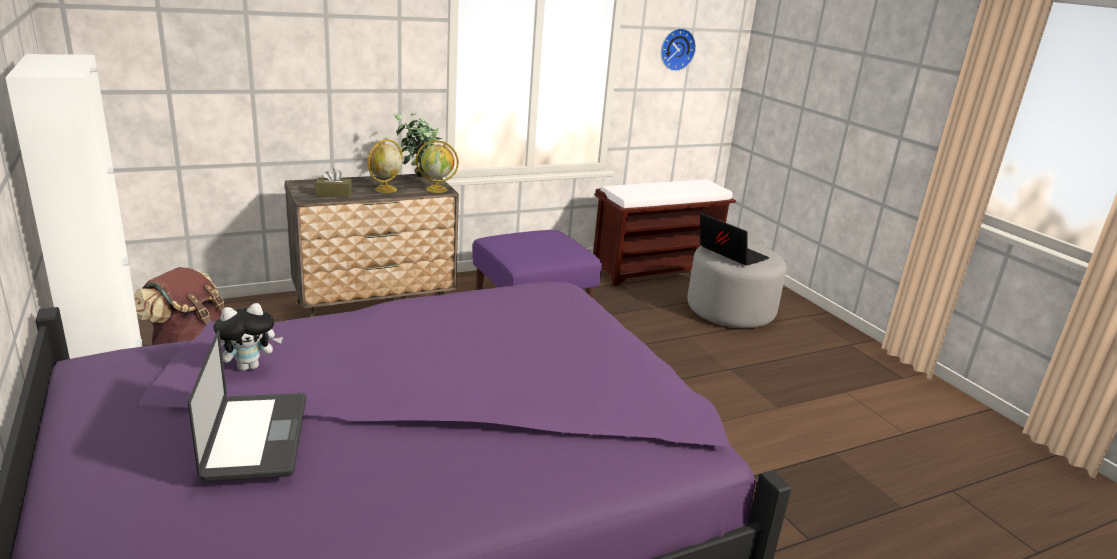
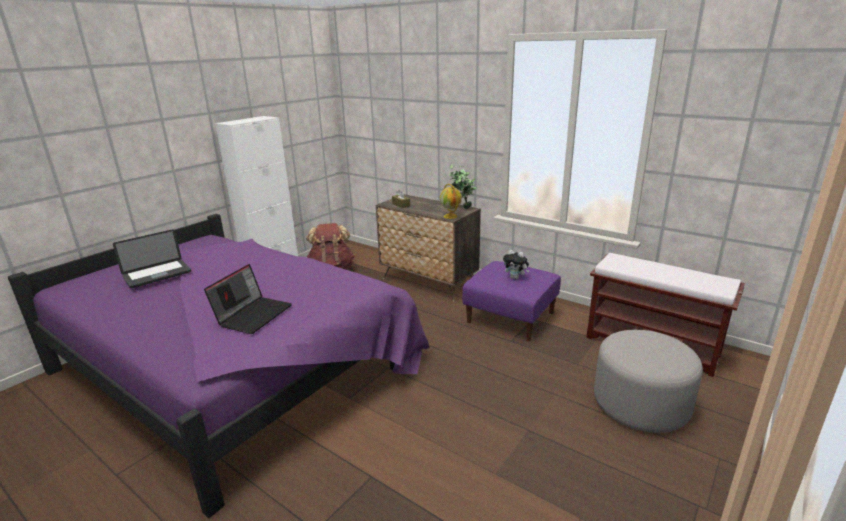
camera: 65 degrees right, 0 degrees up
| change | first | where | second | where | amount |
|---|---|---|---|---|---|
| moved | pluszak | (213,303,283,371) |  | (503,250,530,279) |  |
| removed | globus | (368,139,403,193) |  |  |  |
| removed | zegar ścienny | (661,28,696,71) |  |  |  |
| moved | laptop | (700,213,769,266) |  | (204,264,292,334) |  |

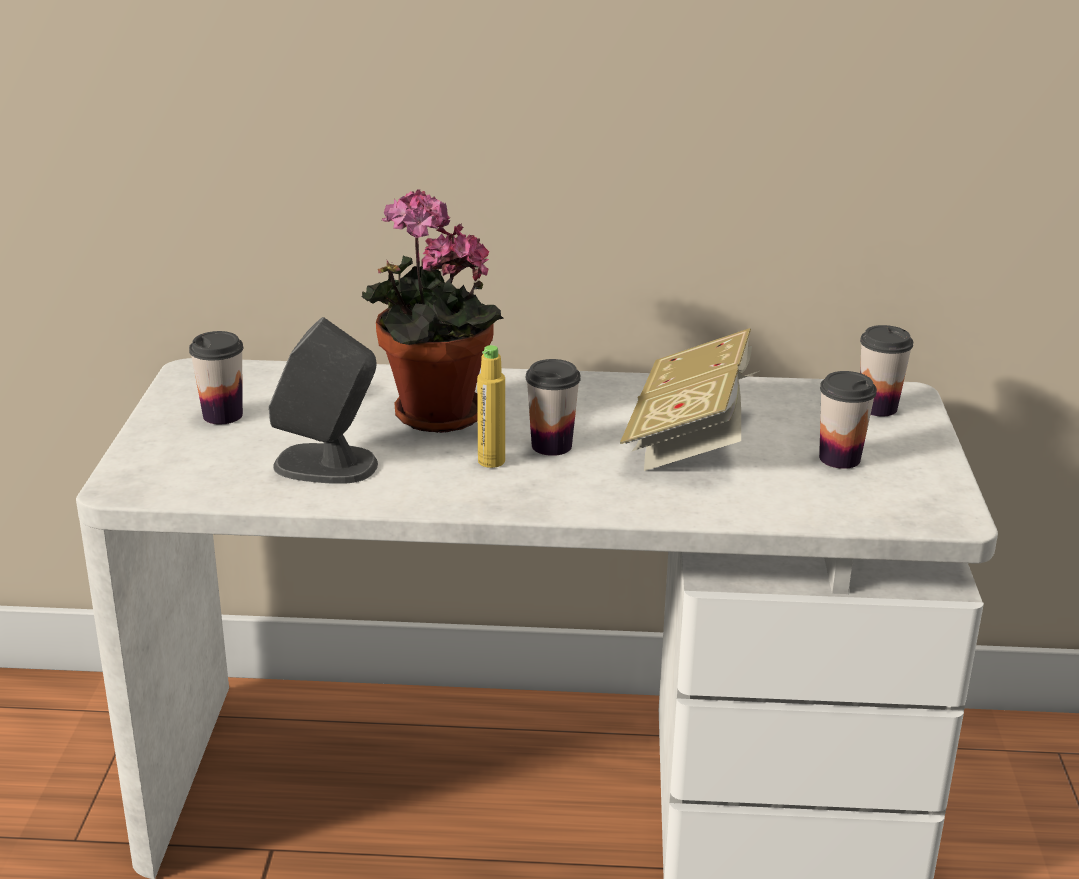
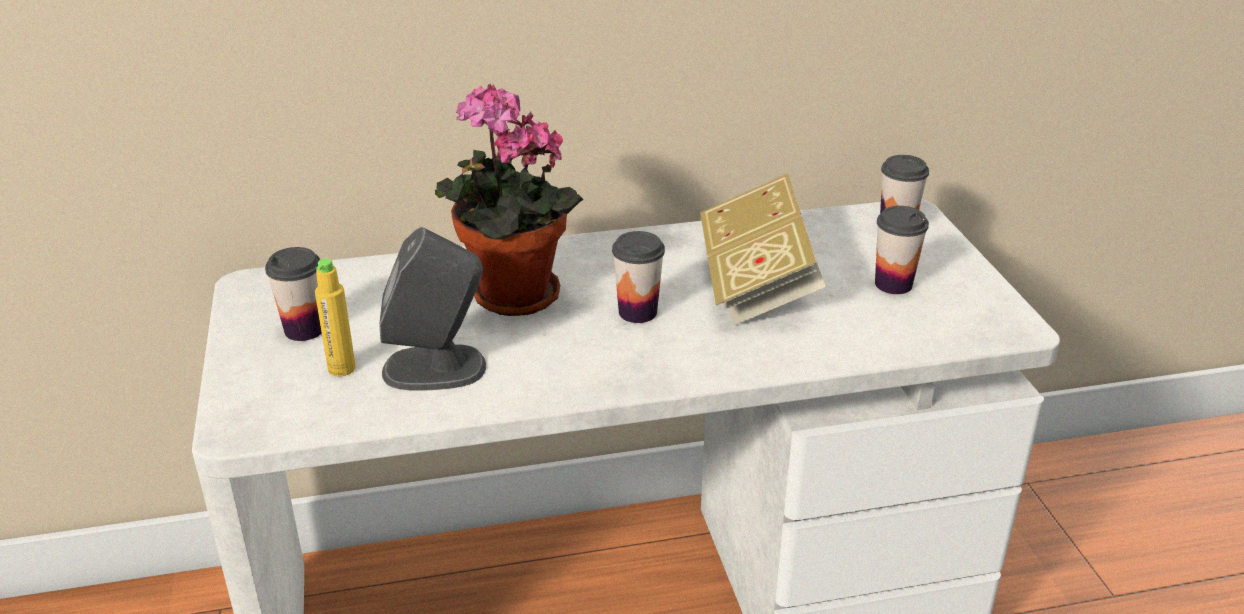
camera: 15 degrees left, 5 degrees up
| change | first | where | second | where | amount |
|---|---|---|---|---|---|
| moved | butelka (żółty) | (477,345,505,468) |  | (315,258,356,377) |  |

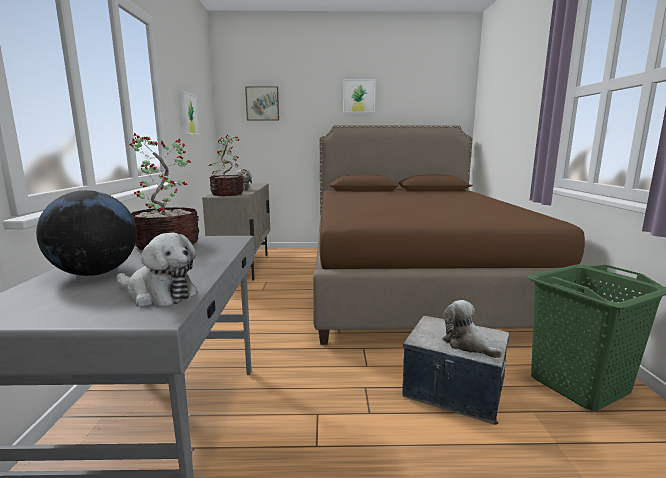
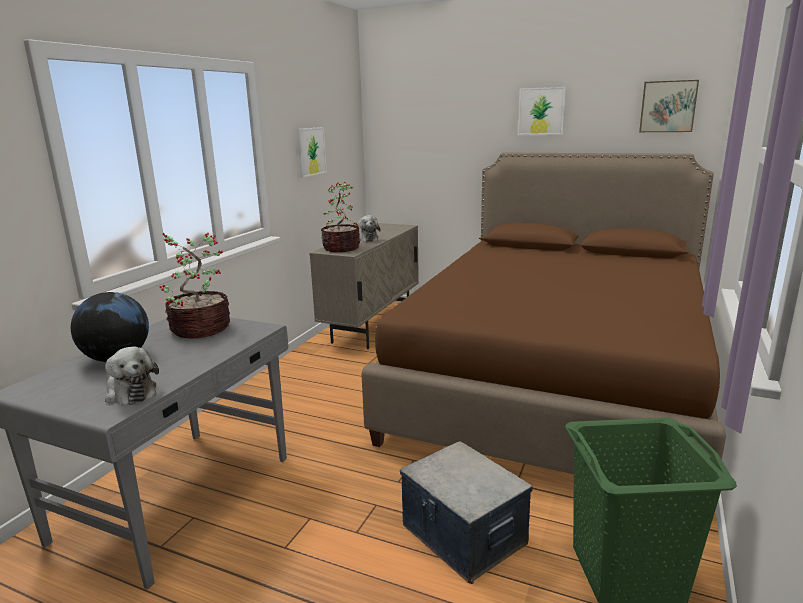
camera: 25 degrees right, 5 degrees up
| change | first | where | second | where | amount |
|---|---|---|---|---|---|
| moved | obraz | (245,86,279,120) |  | (639,80,699,132) |  |
| removed | pluszak | (442,300,503,358) |  |  |  |

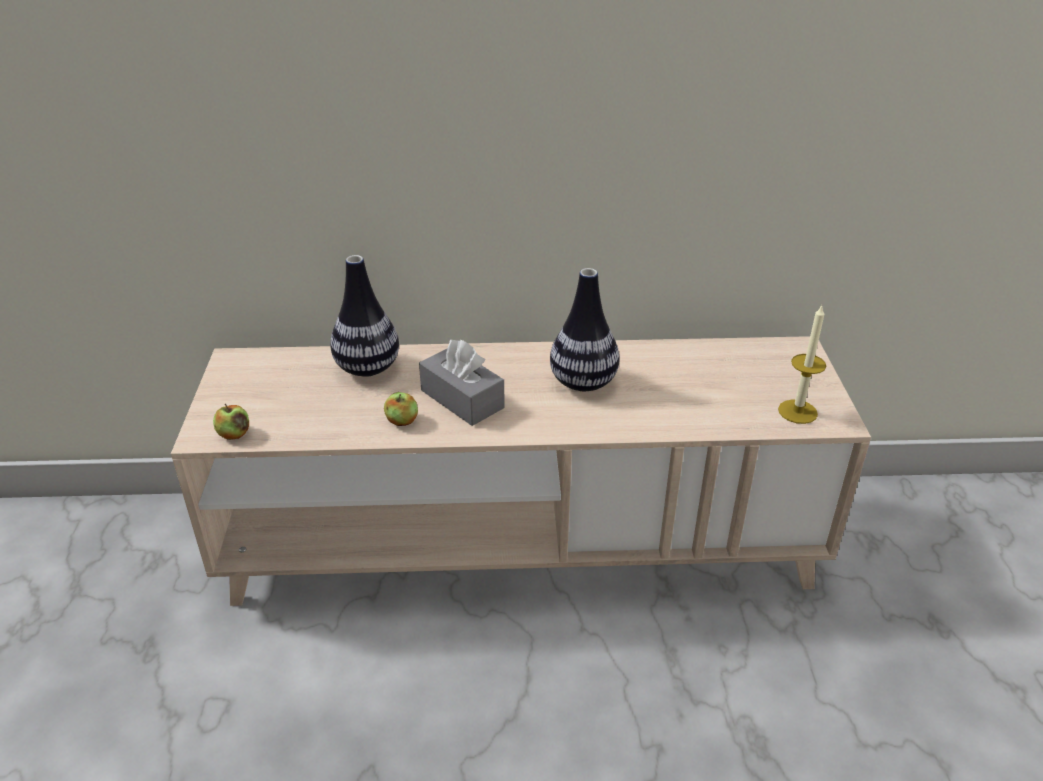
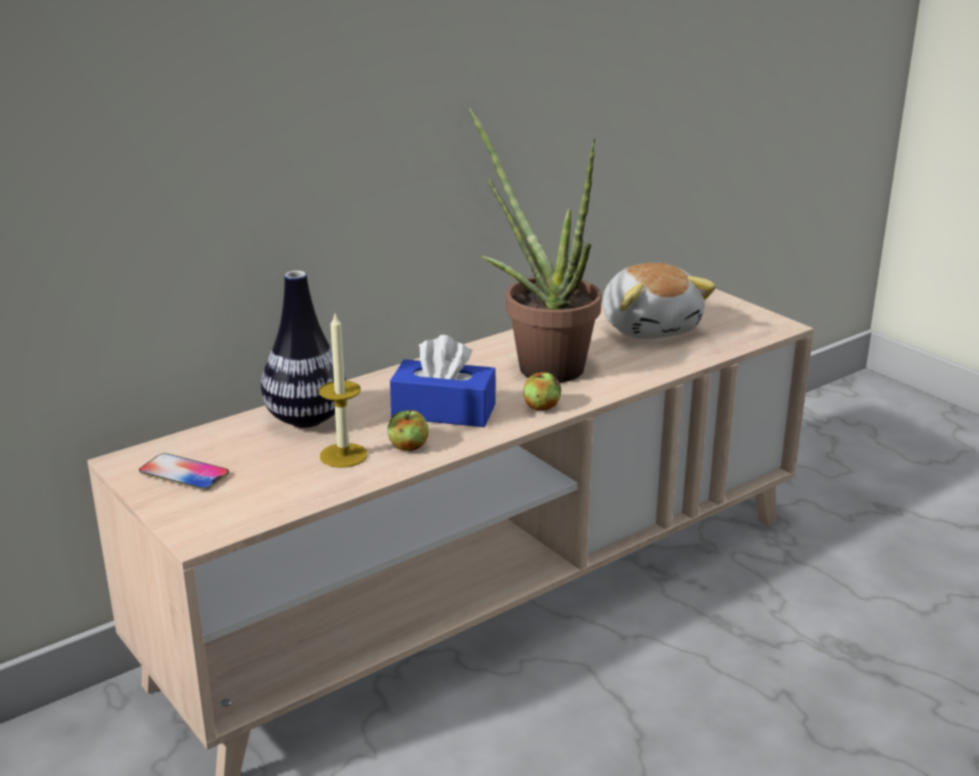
camera: 35 degrees left, 10 degrees down
| change | first | where | second | where | amount |
|---|---|---|---|---|---|
| moved | jabłko | (213,404,249,440) |  | (523,370,561,411) |  |
| recoloured | pudełko chusteczek (szary) | (419,340,505,426) | pudełko chusteczek (niebieski) | (390,335,496,427) |  |
| replaced | wazon | (550,268,619,391) | roślina doniczkowa | (469,108,602,383) |  |
| moved | świeca | (778,306,826,424) |  | (319,314,368,468) |  |
| added |  |  | telefon | (139,453,229,491) |  |
| added |  |  | pluszak | (602,263,716,339) |  |

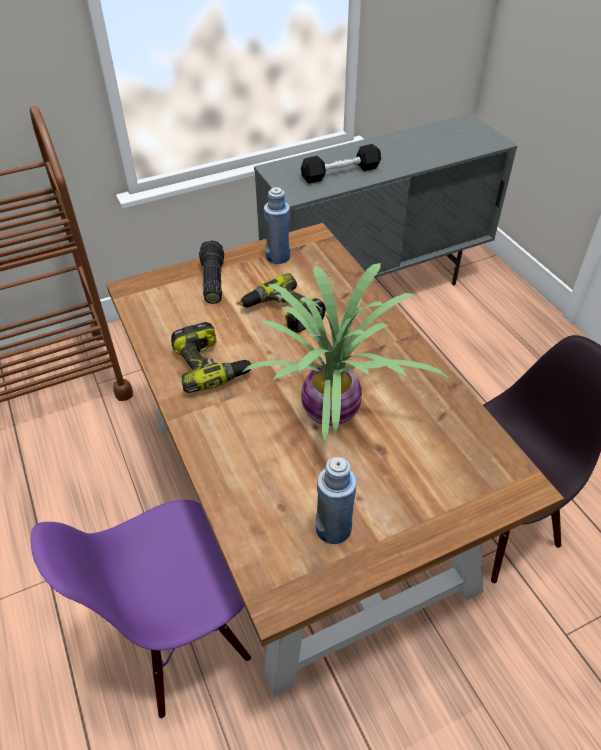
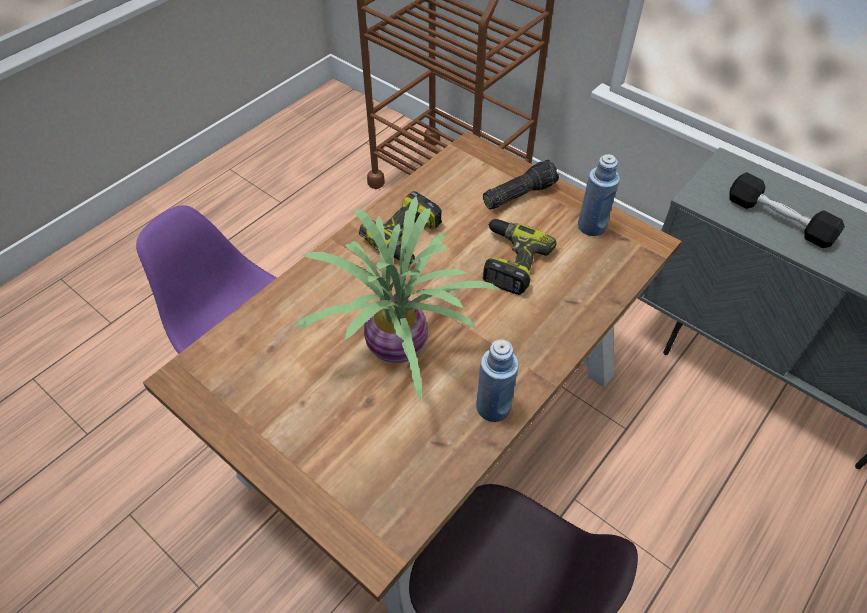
camera: 65 degrees right, 5 degrees up
| change | first | where | second | where | amount |
|---|---|---|---|---|---|
| moved | butelka (niebieski) | (316,457,356,544) |  | (476,339,519,422) |  |

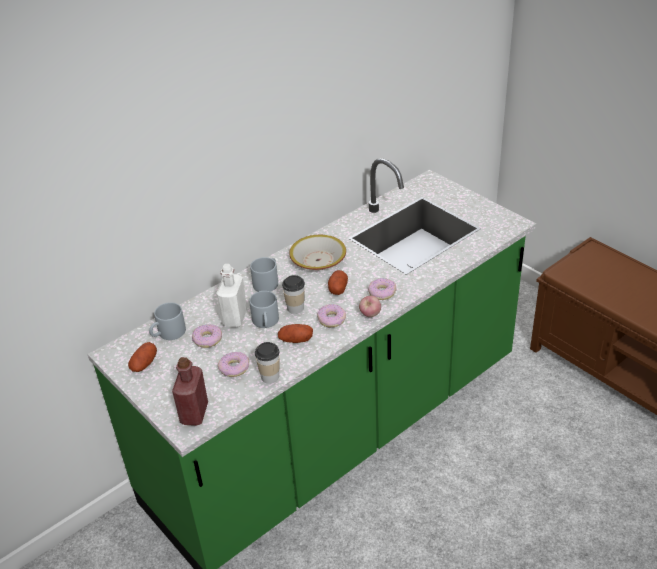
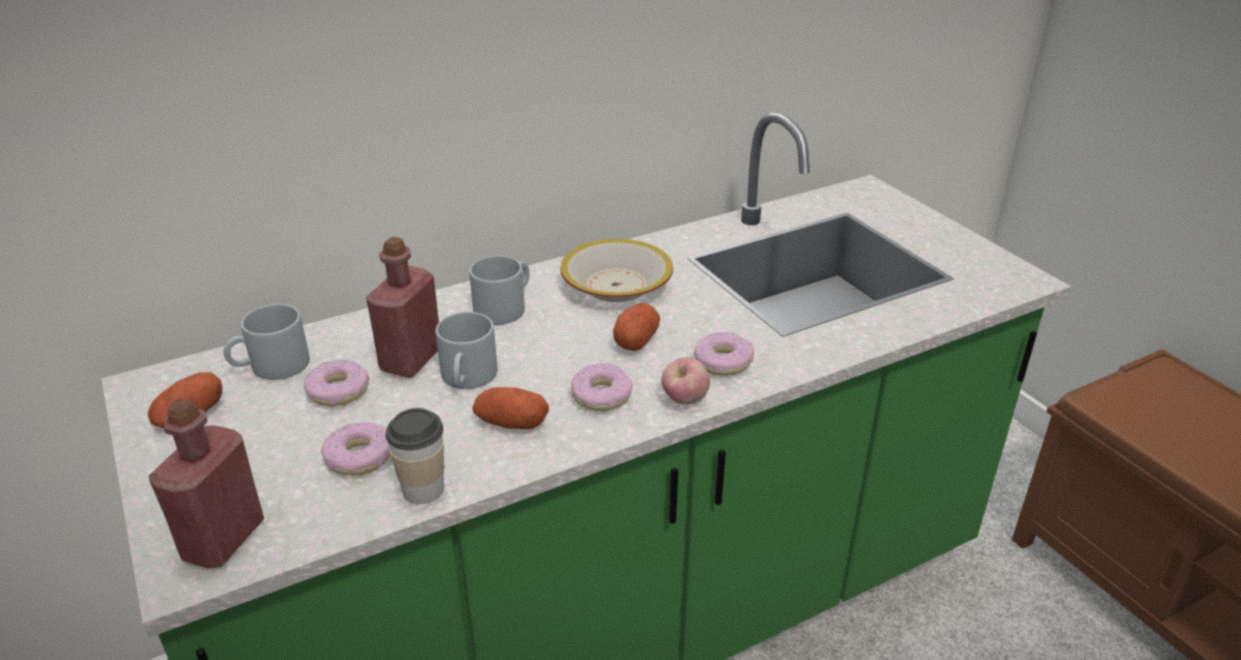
camera: 10 degrees right, 5 degrees down
| change | first | where | second | where | amount |
|---|---|---|---|---|---|
| recoloured | butelka (biały) | (216,264,247,327) | butelka (czerwony) | (366,237,439,378) |  |
| removed | filiżanka | (282,275,305,314) |  |  |  |

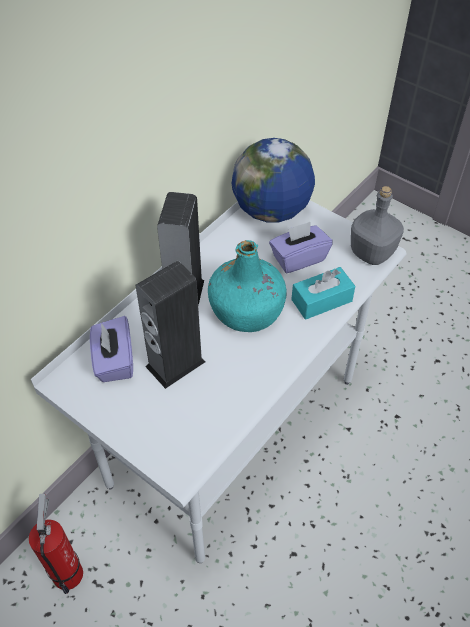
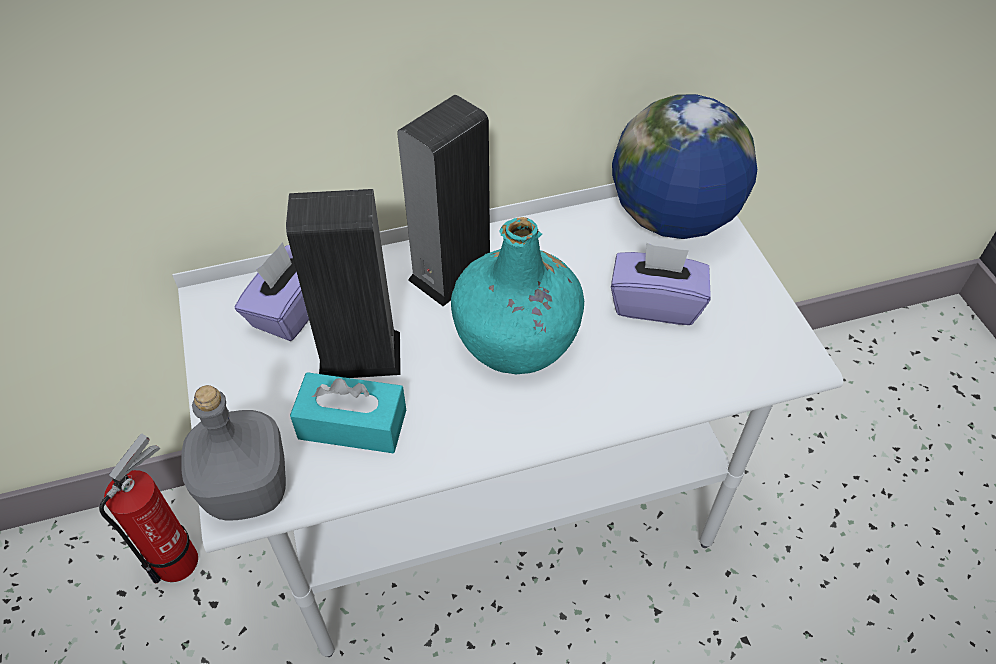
camera: 35 degrees right, 0 degrees up
| change | first | where | second | where | amount |
|---|---|---|---|---|---|
| moved | pudełko chusteczek (turkusowy) | (291,267,355,320) |  | (290,372,406,453) |  |
| moved | butelka (szary) | (351,186,404,265) |  | (181,385,286,521) |  |

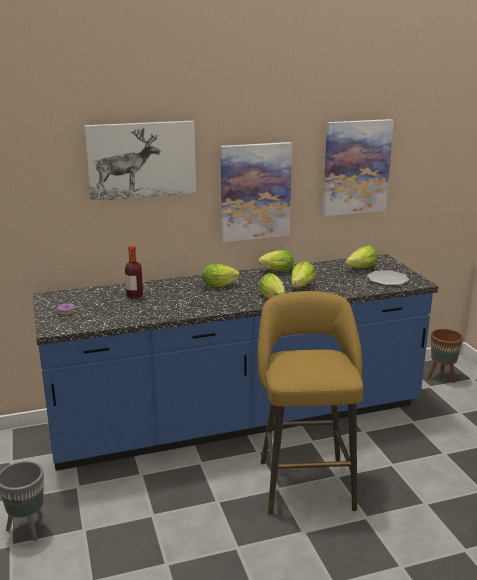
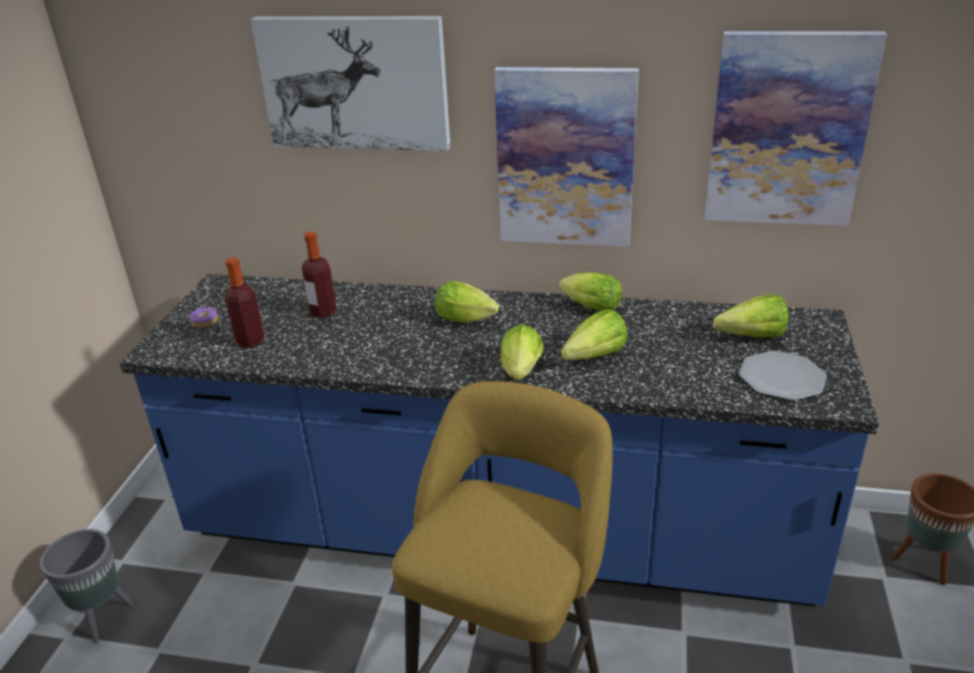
camera: 30 degrees right, 10 degrees up
| change | first | where | second | where | amount |
|---|---|---|---|---|---|
| added |  |  | butelka | (224,258,265,348) |  |

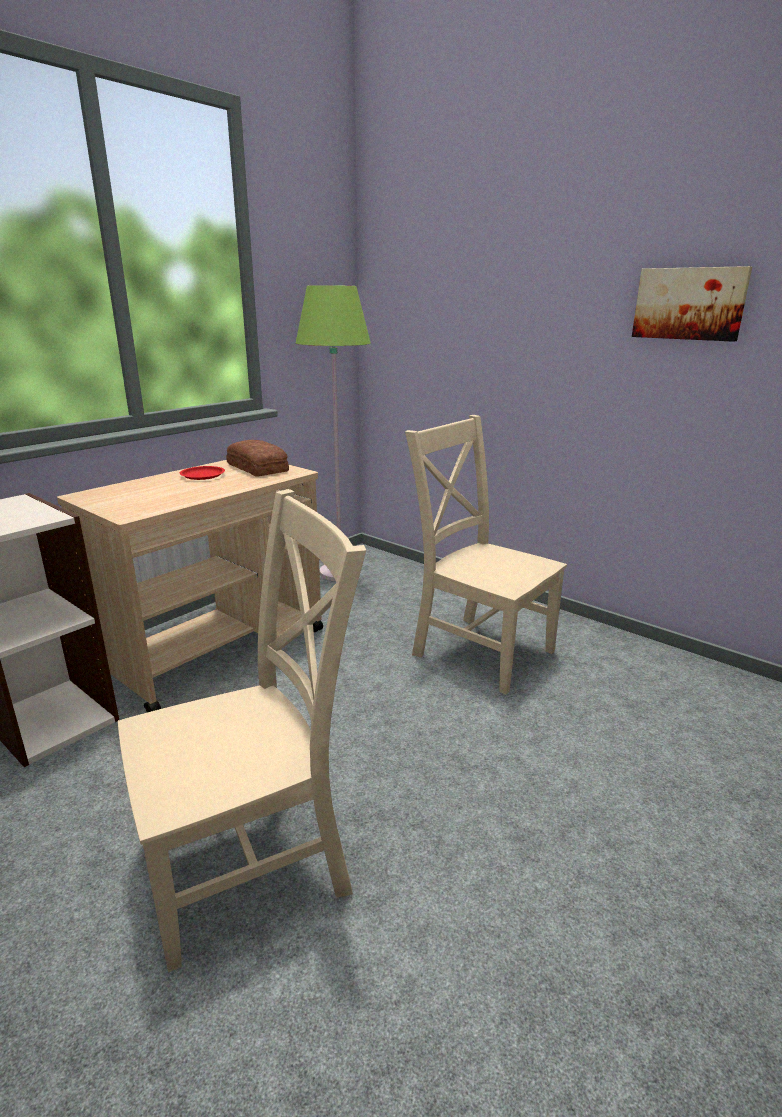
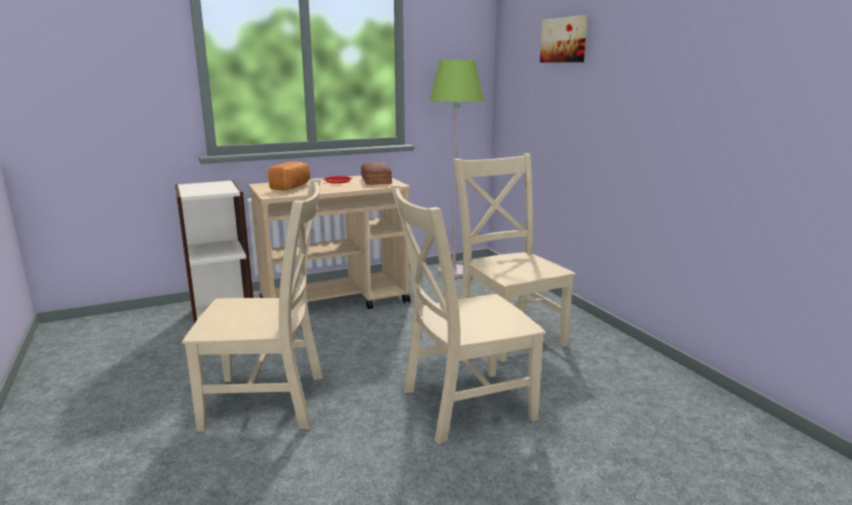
camera: 25 degrees right, 5 degrees down
| change | first | where | second | where | amount |
|---|---|---|---|---|---|
| moved | obraz | (632,266,752,342) |  | (540,15,588,63) |  |
| added |  |  | chleb | (268,161,310,190) |  |
| added |  |  | krzesło (beżowy) | (390,184,546,444) |  |

